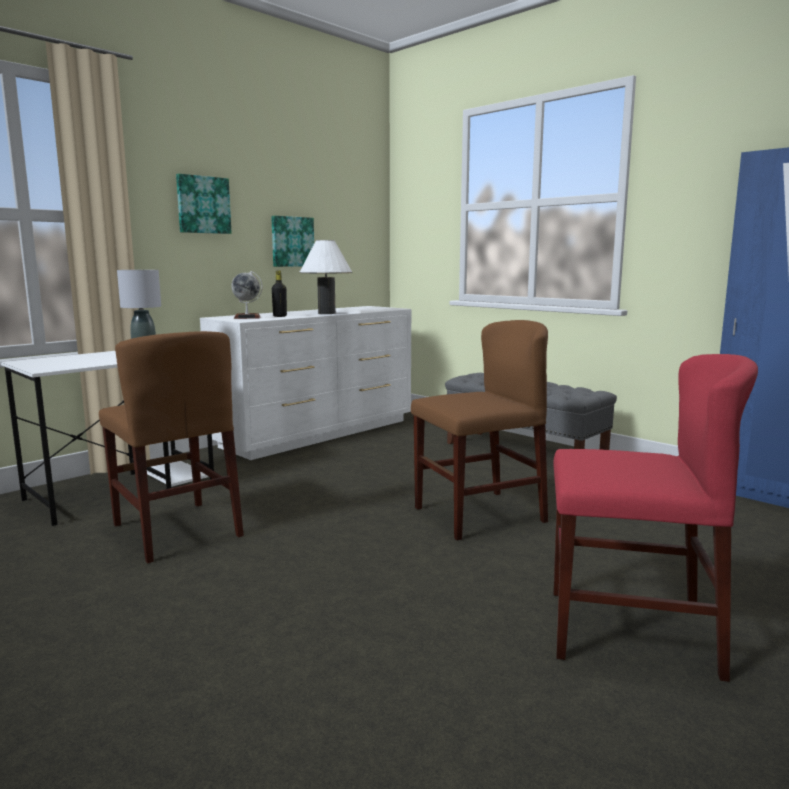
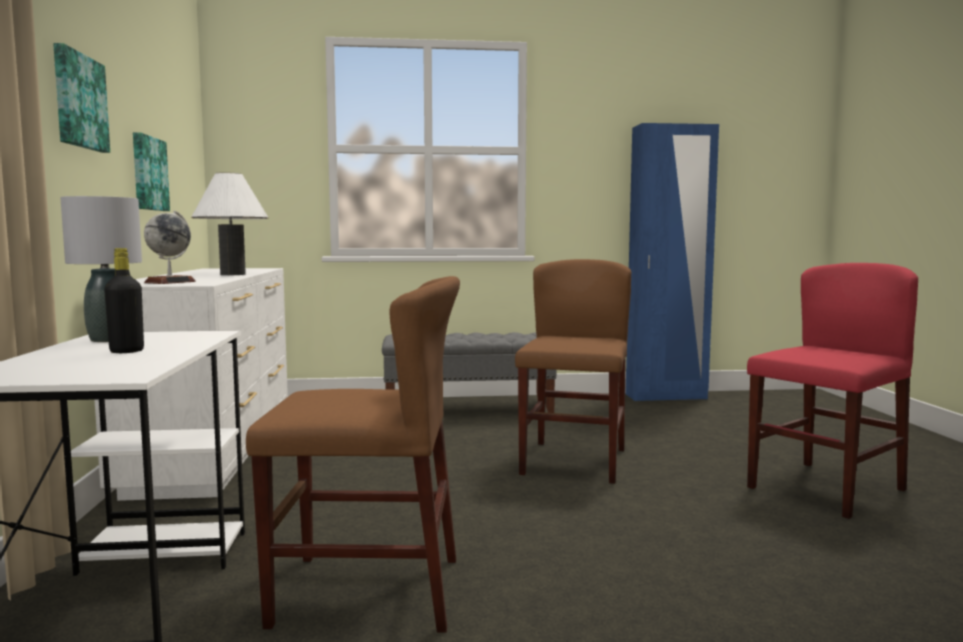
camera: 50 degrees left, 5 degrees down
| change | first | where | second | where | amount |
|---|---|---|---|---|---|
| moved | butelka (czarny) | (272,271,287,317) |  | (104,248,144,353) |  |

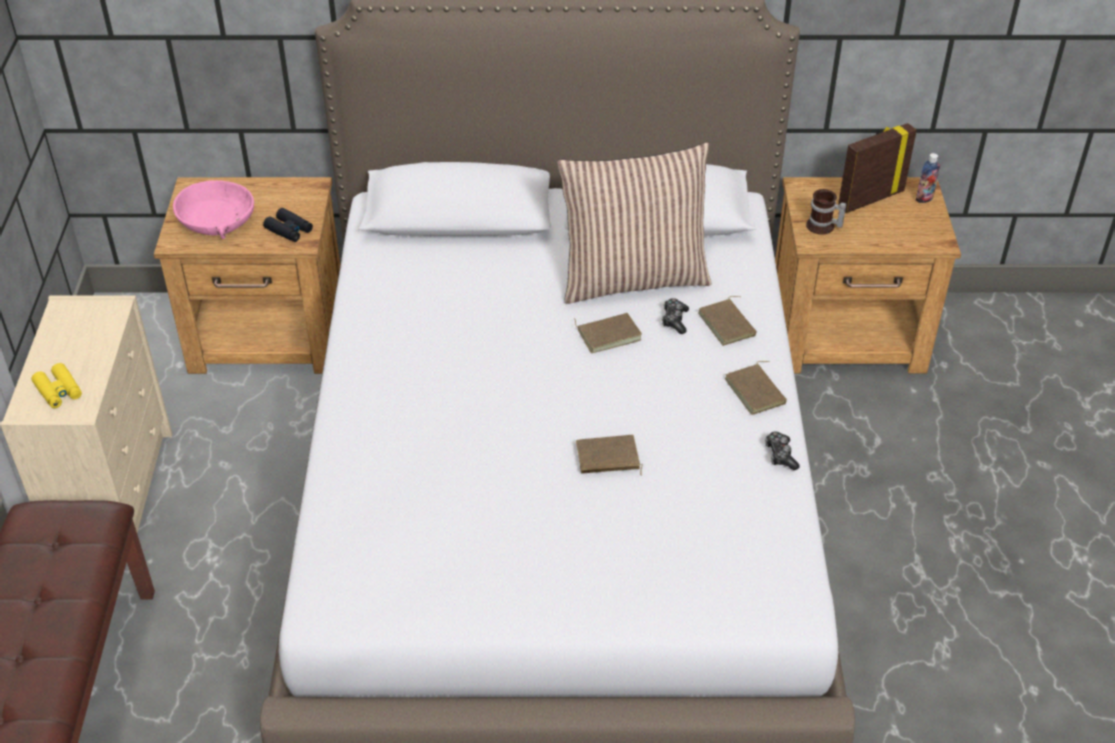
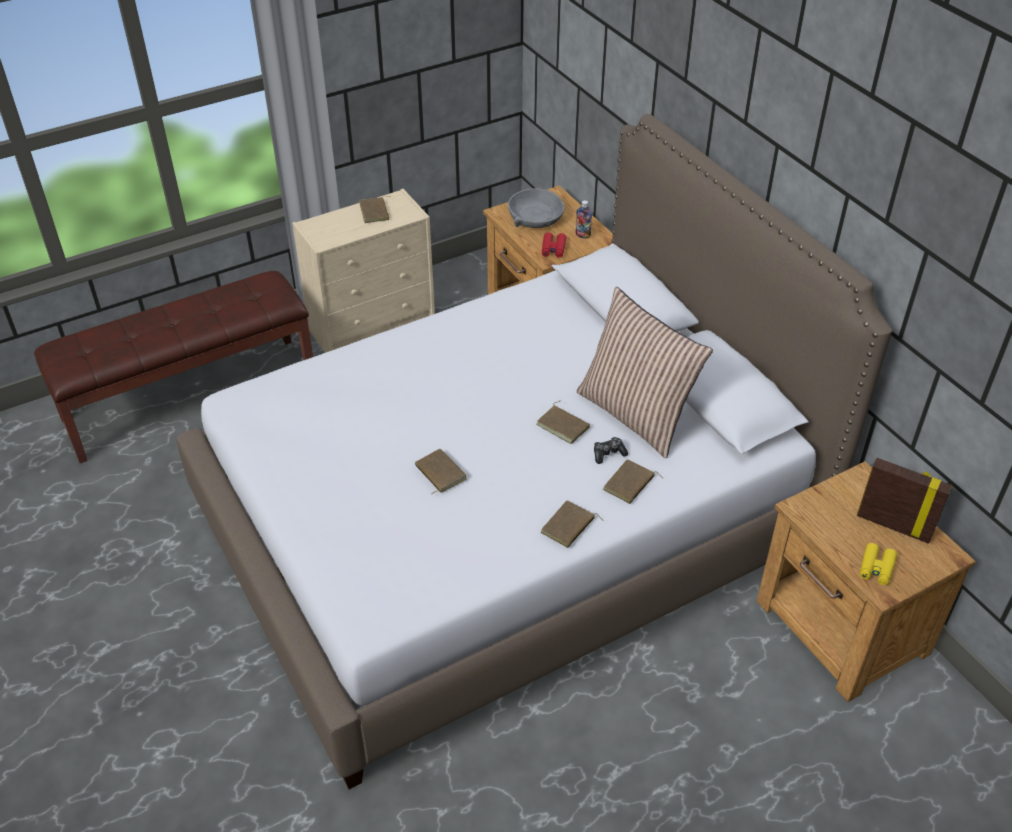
camera: 60 degrees right, 0 degrees up
| change | first | where | second | where | amount |
|---|---|---|---|---|---|
| moved | lornetka (żółty) | (31,363,82,408) |  | (860,543,897,585) |  |
| recoloured | miska (różowy) | (173,180,254,239) | miska (szary) | (508,188,564,228) |  |
| recoloured | lornetka (czarny) | (263,208,313,242) | lornetka (czerwony) | (542,232,566,258) |  |
| removed | pad do gier | (765,432,799,470) |  |  |  |
| removed | kubek | (806,189,846,234) |  |  |  |
| moved | butelka | (916,153,941,203) |  | (575,200,592,239) |  |
| added |  |  | książka (brązowy) | (359,196,390,223) |  |

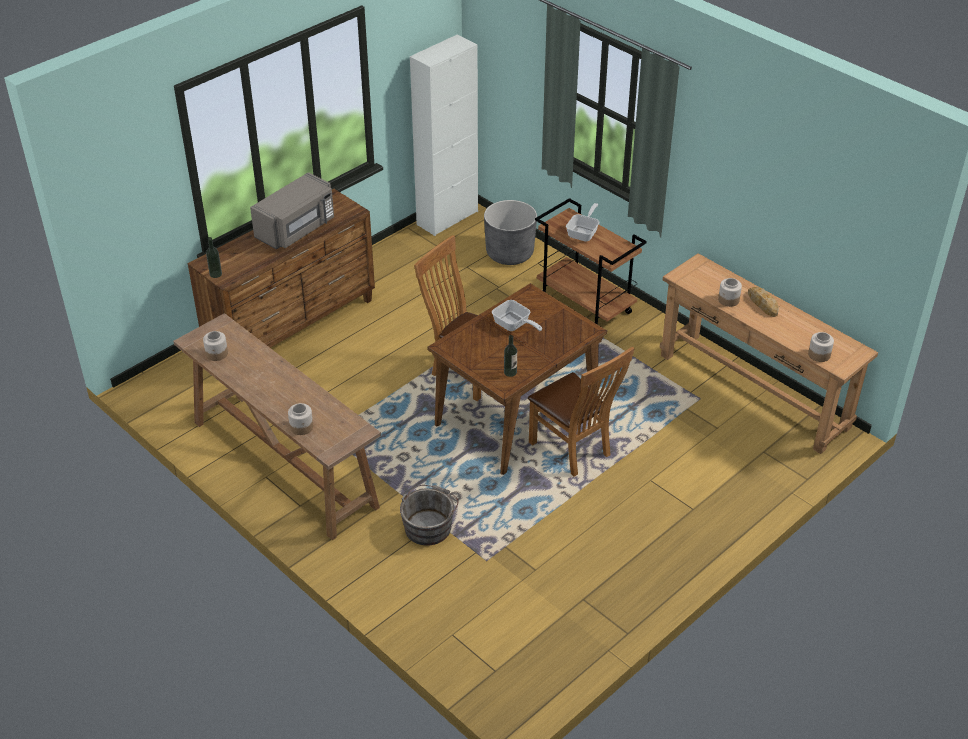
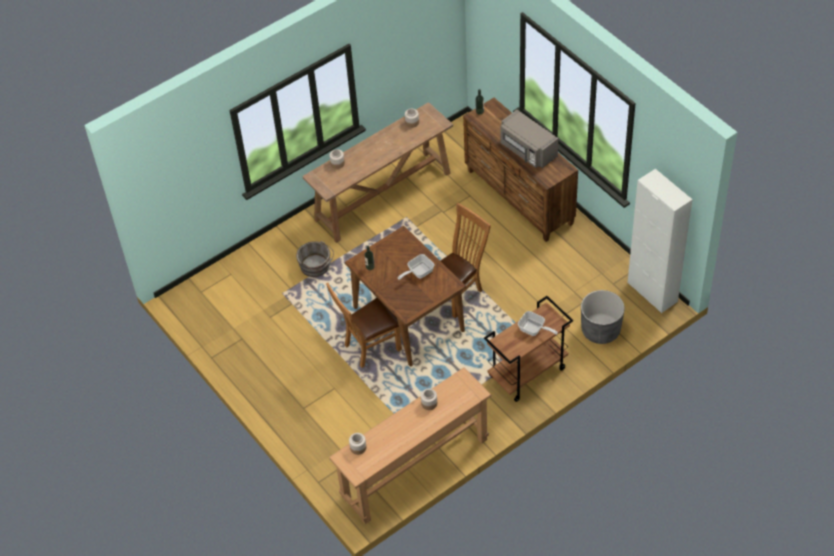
camera: 100 degrees right, 10 degrees up
| change | first | where | second | where | amount |
|---|---|---|---|---|---|
| removed | chleb | (748,287,779,317) |  |  |  |

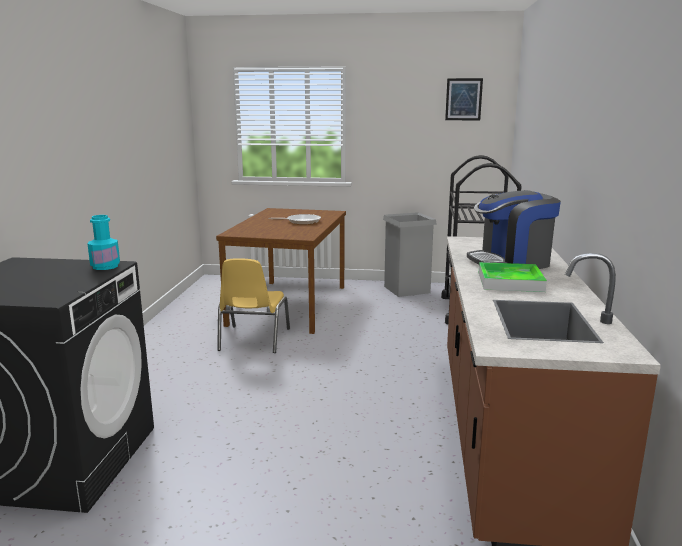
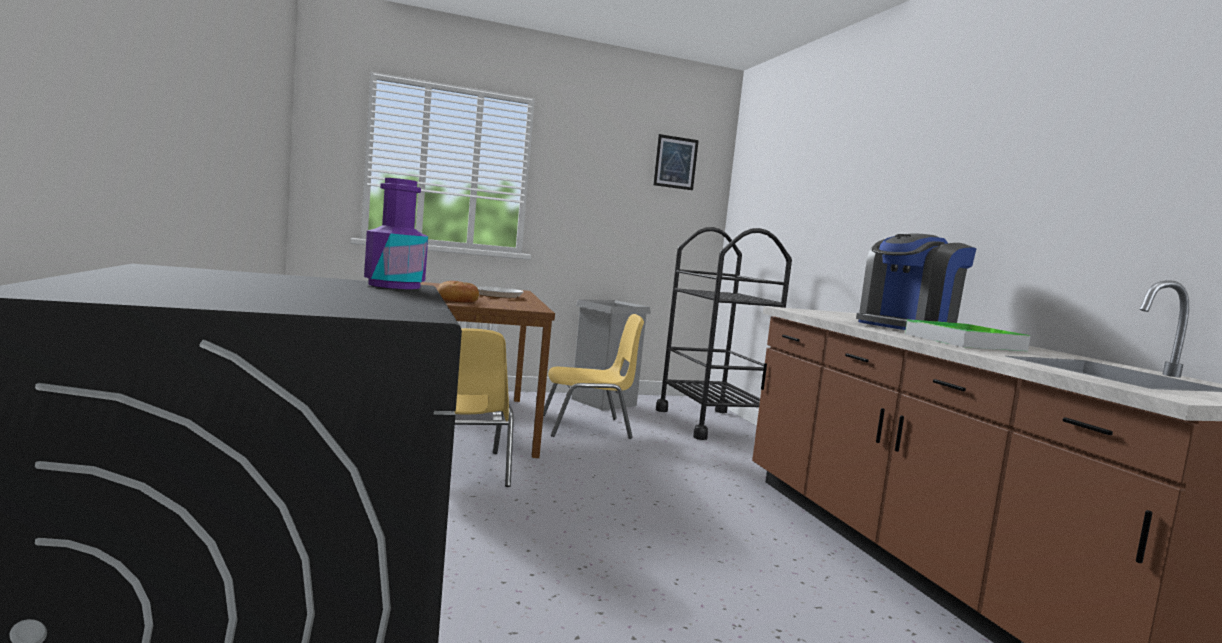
camera: 25 degrees left, 10 degrees down
| change | first | where | second | where | amount |
|---|---|---|---|---|---|
| recoloured | butelka (turkusowy) | (88,215,120,270) | butelka (fioletowy) | (364,178,428,289) |  |
| added |  |  | chleb | (438,281,479,302) |  |
| added |  |  | krzesło (żółty) | (543,314,644,439) |  |

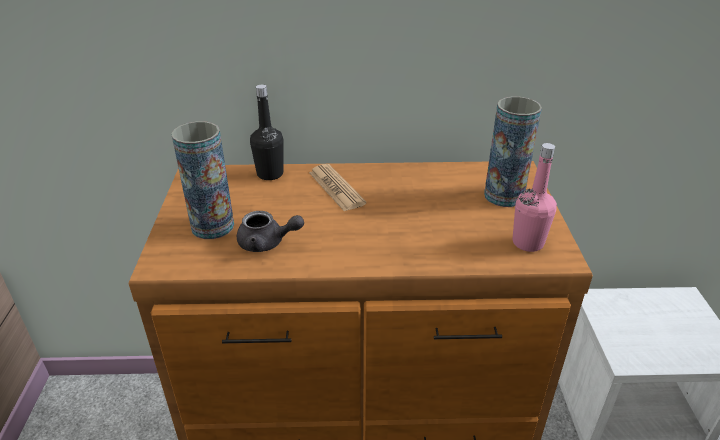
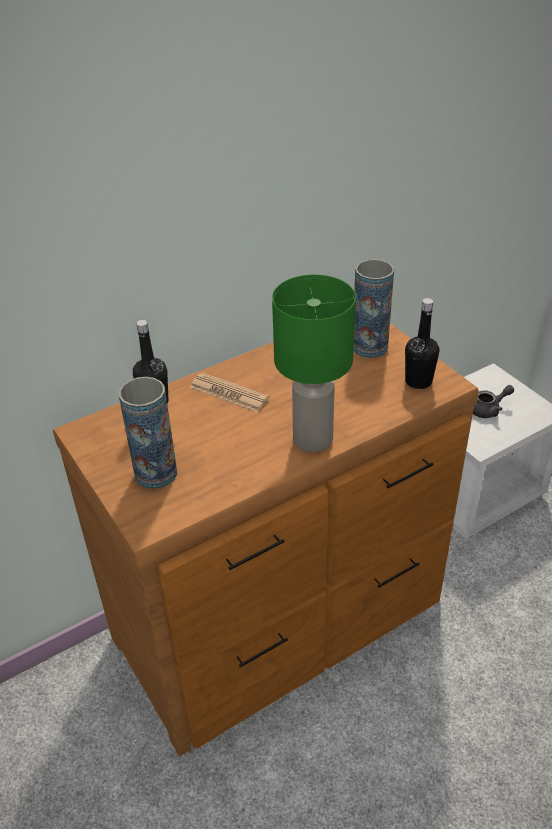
camera: 30 degrees left, 5 degrees up
| change | first | where | second | where | amount |
|---|---|---|---|---|---|
| moved | imbryk (szary) | (237,211,304,252) |  | (473,385,514,418) |  |
| recoloured | butelka (różowy) | (513,143,557,252) | butelka (czarny) | (405,298,439,389) |  |
| added |  |  | lampa stołowa (zielony) | (272,274,356,452) |  |

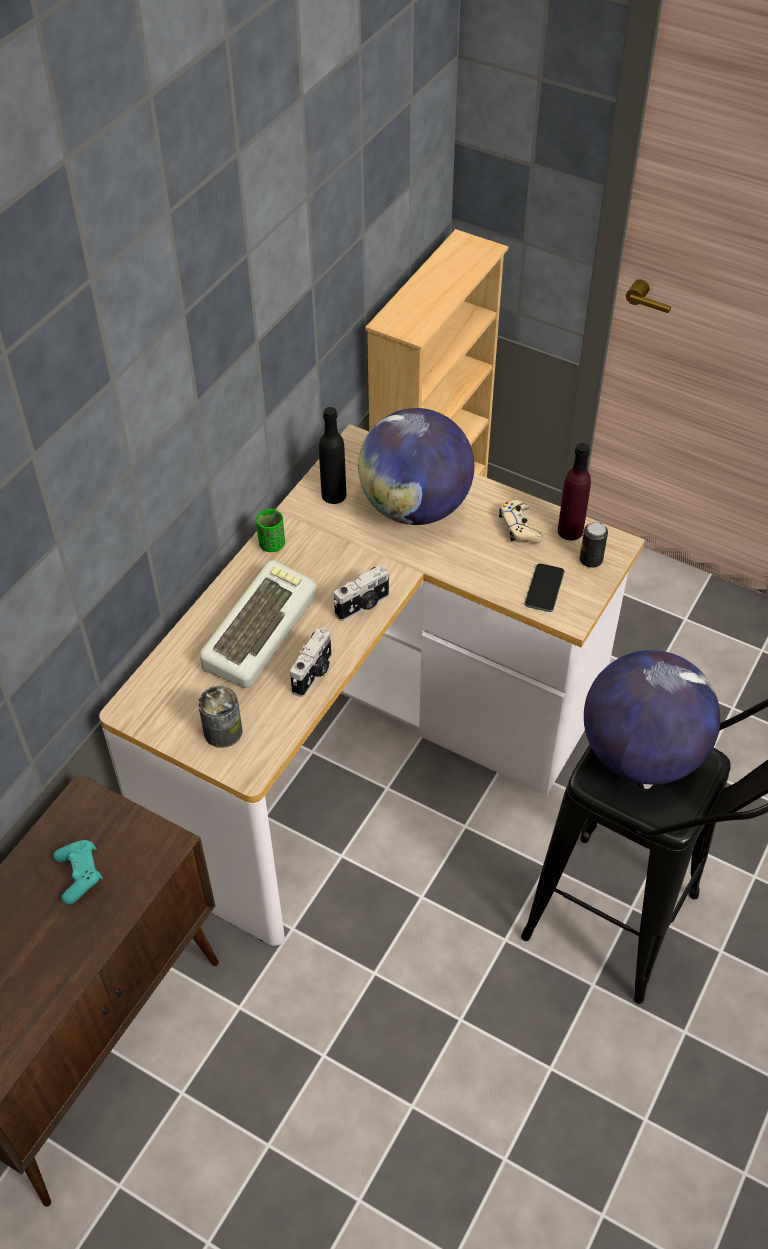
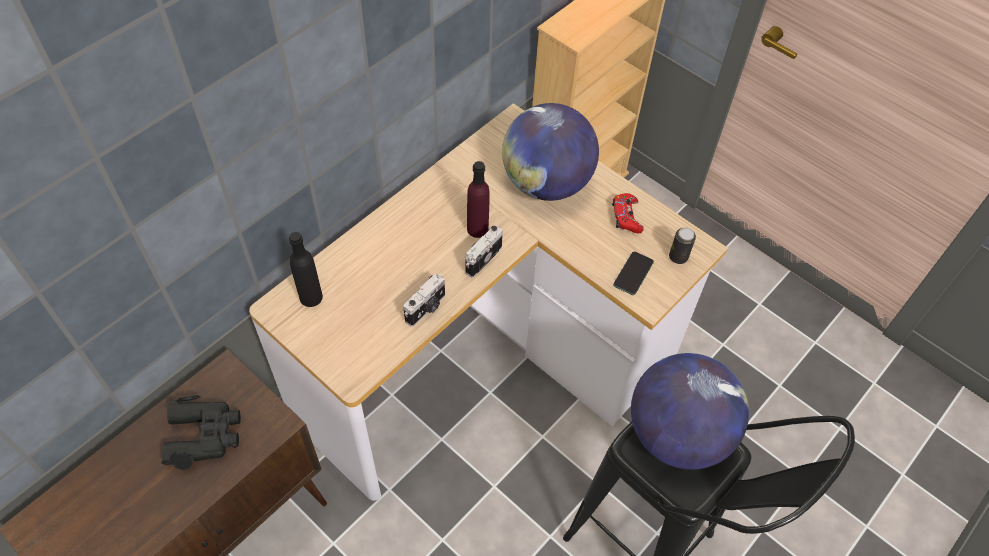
camera: 10 degrees right, 5 degrees up
| change | first | where | second | where | amount |
|---|---|---|---|---|---|
| replaced | pad do gier (turkusowy) | (53,840,103,904) | lornetka (czarny) | (161,395,241,470) |  |
| removed | puszka | (198,685,243,748) |  |  |  |
| removed | klawiatura | (200,560,317,688) |  |  |  |
| removed | filiżanka (zielony) | (256,509,285,552) |  |  |  |
| moved | butelka (czarny) | (319,407,346,504) |  | (289,232,323,307) |  |
| turned | aparat fotograficzny | (334,565,389,621) |  | (466,225,503,278) | 150 degrees clockwise |
| recoloured | pad do gier (beżowy) | (499,500,543,543) | pad do gier (czerwony) | (612,193,644,233) |  |
| moved | butelka (fioletowy) | (558,443,591,541) |  | (467,161,490,238) |  |

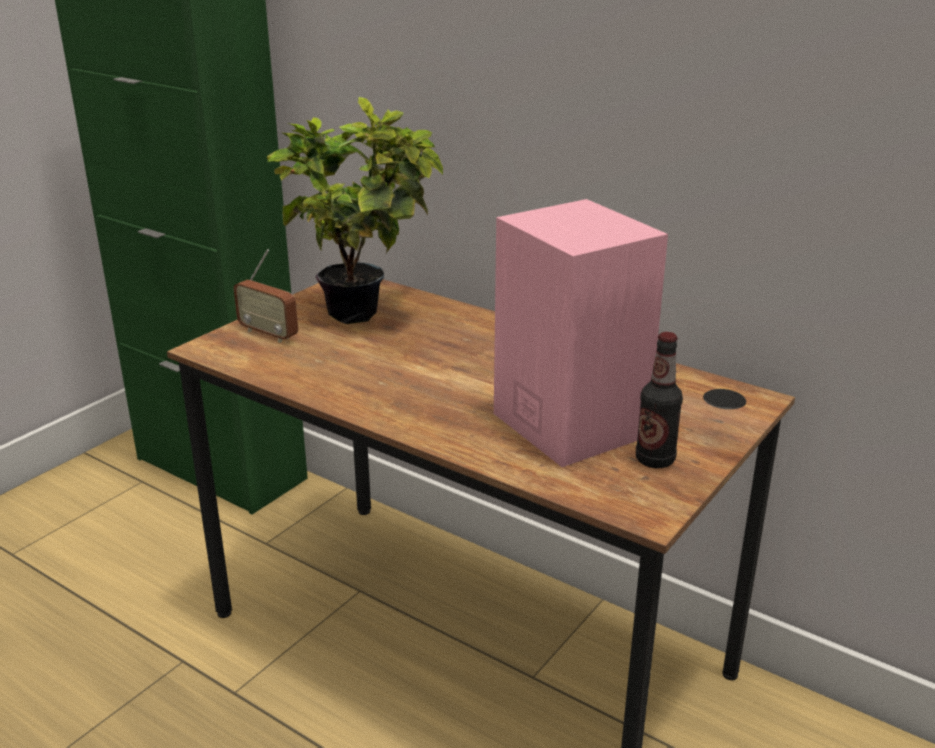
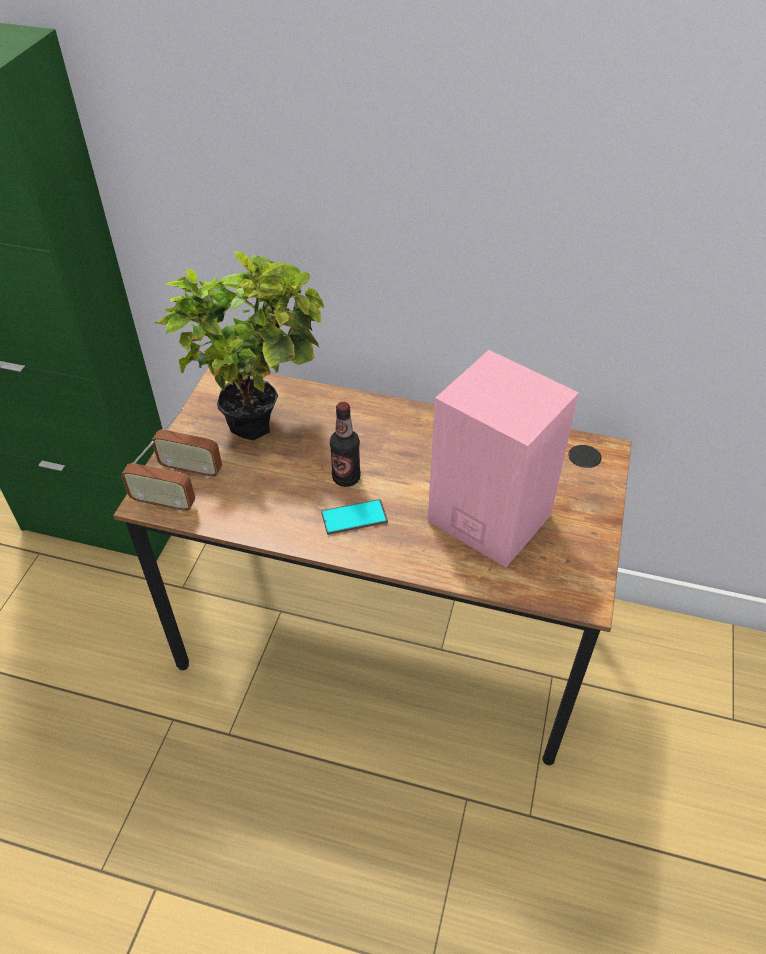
camera: 20 degrees left, 20 degrees up
| change | first | where | second | where | amount |
|---|---|---|---|---|---|
| moved | butelka | (636,332,683,468) |  | (330,402,361,487) |  |
| added |  |  | radio | (122,441,195,513) |  |
| added |  |  | telefon | (321,499,388,535) |  |

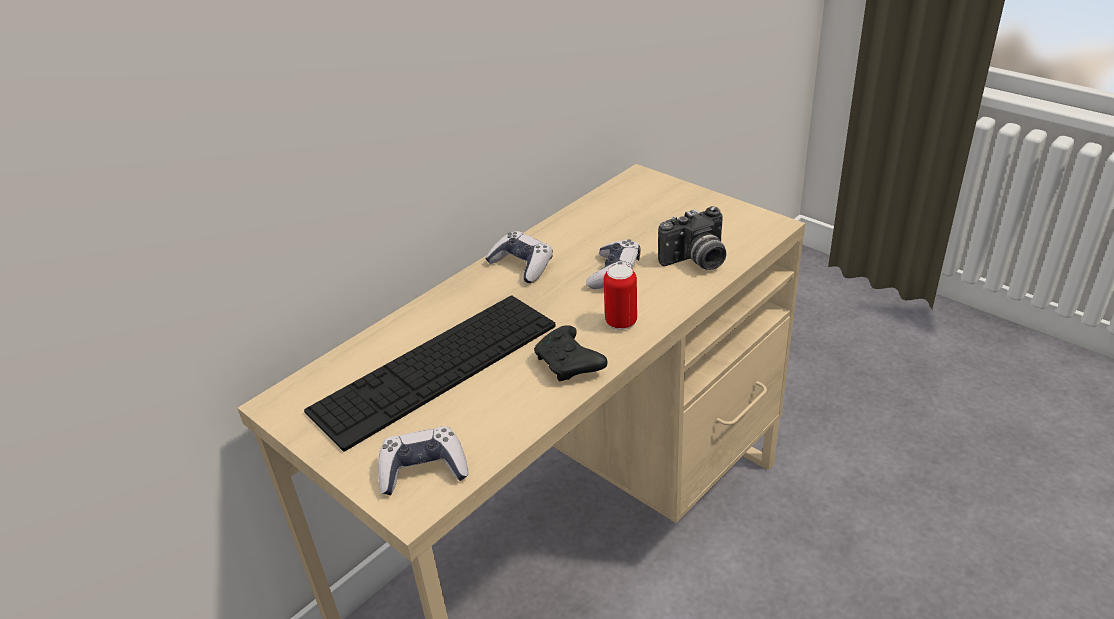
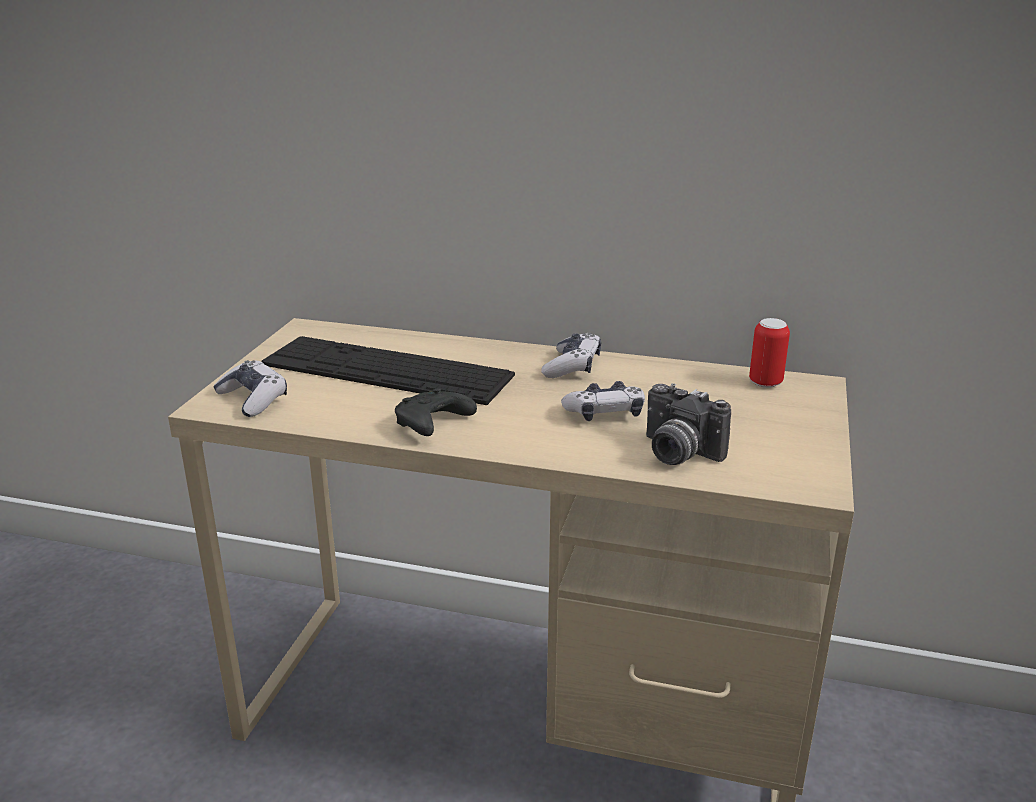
camera: 60 degrees right, 10 degrees down
| change | first | where | second | where | amount |
|---|---|---|---|---|---|
| moved | puszka | (604,264,637,329) |  | (749,318,790,388) |  |

